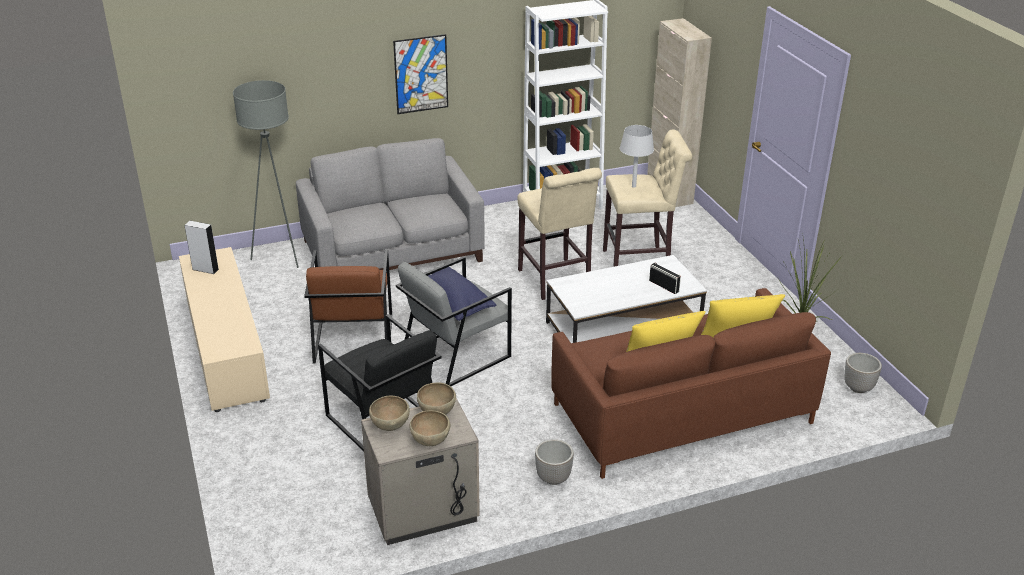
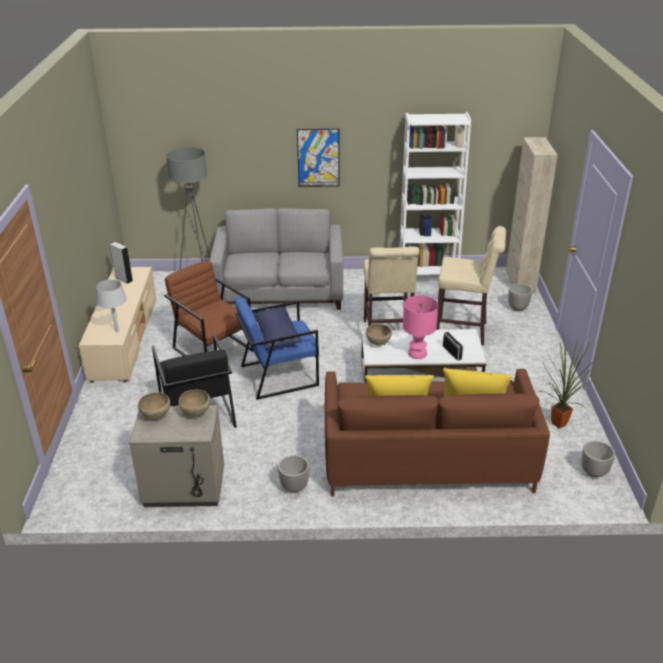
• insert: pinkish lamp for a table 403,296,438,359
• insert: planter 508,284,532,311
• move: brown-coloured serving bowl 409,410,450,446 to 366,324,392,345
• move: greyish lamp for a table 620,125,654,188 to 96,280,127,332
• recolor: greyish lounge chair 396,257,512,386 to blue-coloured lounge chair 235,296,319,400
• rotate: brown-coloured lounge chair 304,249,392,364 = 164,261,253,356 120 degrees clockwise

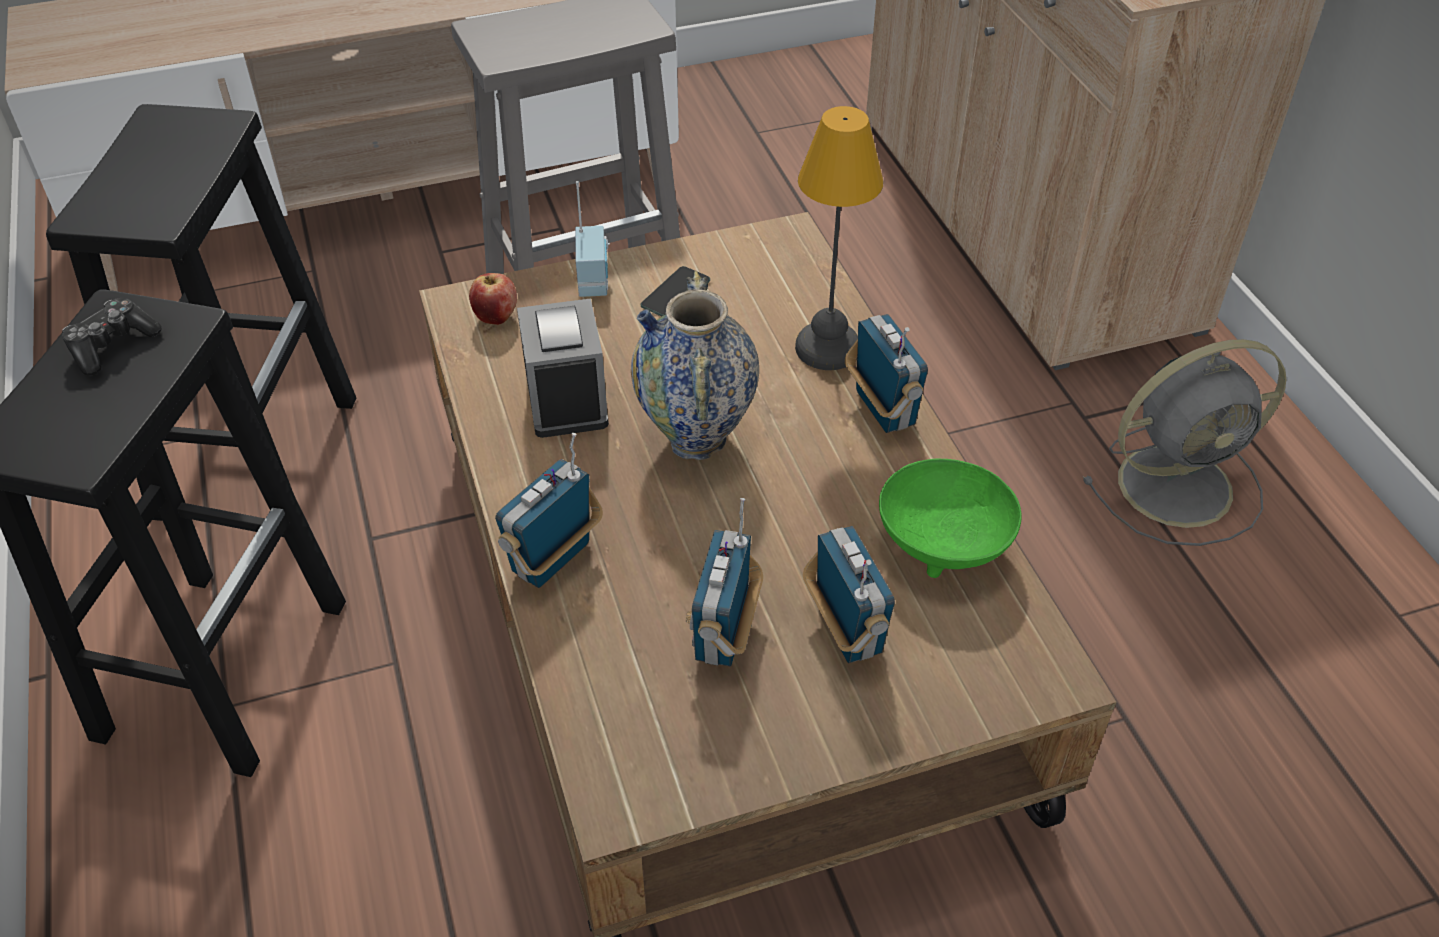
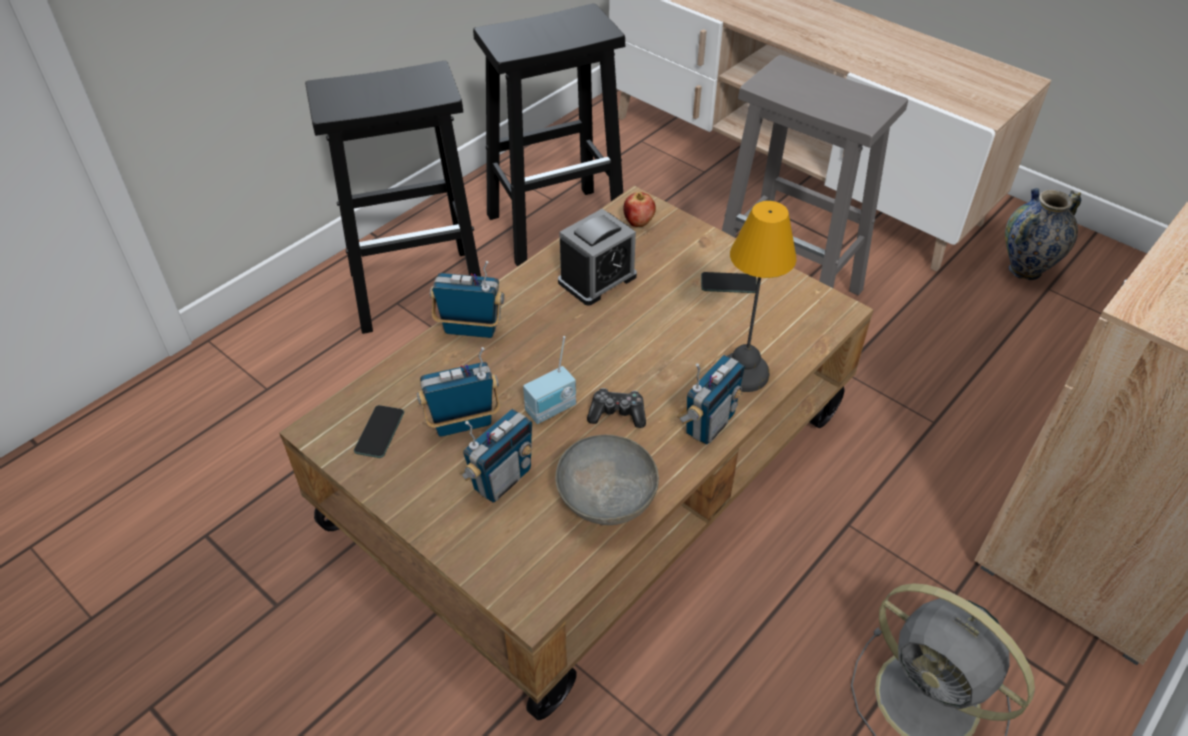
• insert: telephone 354,405,404,458
• move: gamepad 62,298,162,376 to 587,388,646,428
• move: radio set 575,181,610,297 to 523,336,576,424
• move: vase 631,271,759,460 to 1005,188,1081,280
• recolor: green-coloured serving bowl 879,459,1021,578 to greyish serving bowl 555,435,659,525

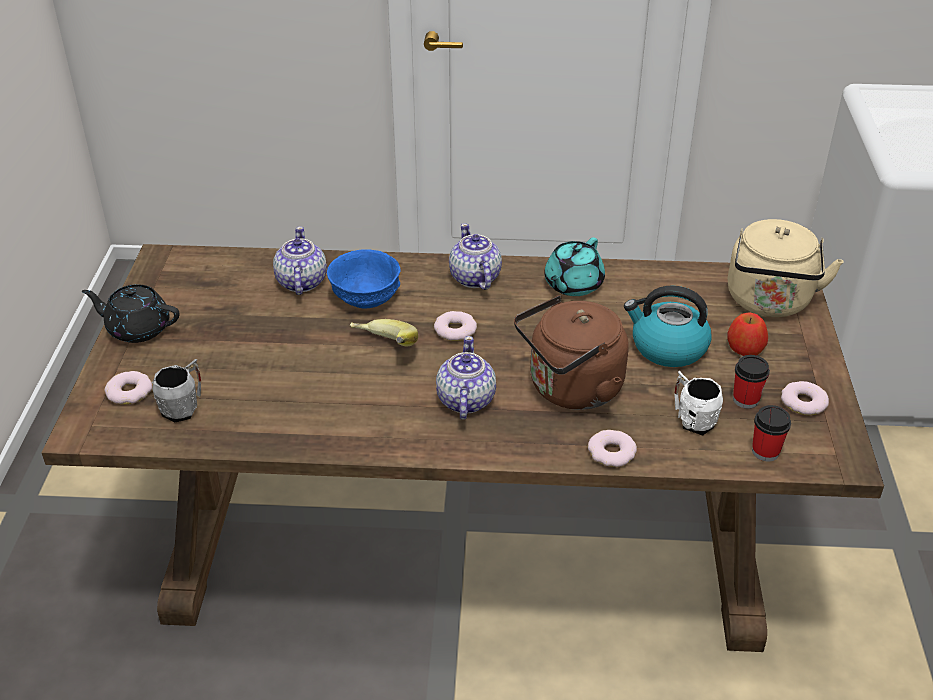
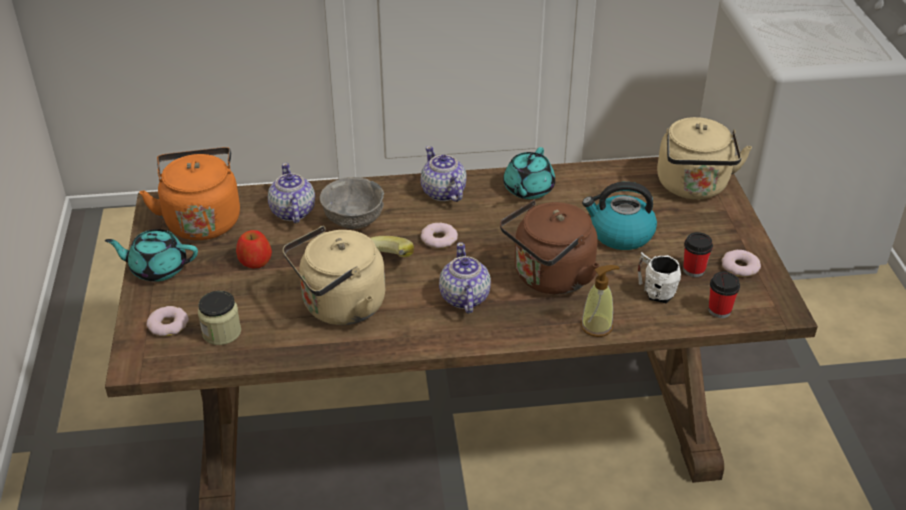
• insert: orange tea kettle 139,147,240,240
• insert: beige-coloured tea kettle 283,226,385,325
• move: whole apple 728,313,768,356 to 236,230,272,269
• replace: greyish tea mug 152,359,201,422 to storage jar 198,291,241,345
• replace: doughnut 588,430,637,467 to soap dispenser 581,265,620,337
• recolor: black tea pot 82,284,179,343 to blue-green tea pot 105,229,198,282
• recolor: blue-coloured serving bowl 327,249,400,309 to greyish serving bowl 319,177,384,229

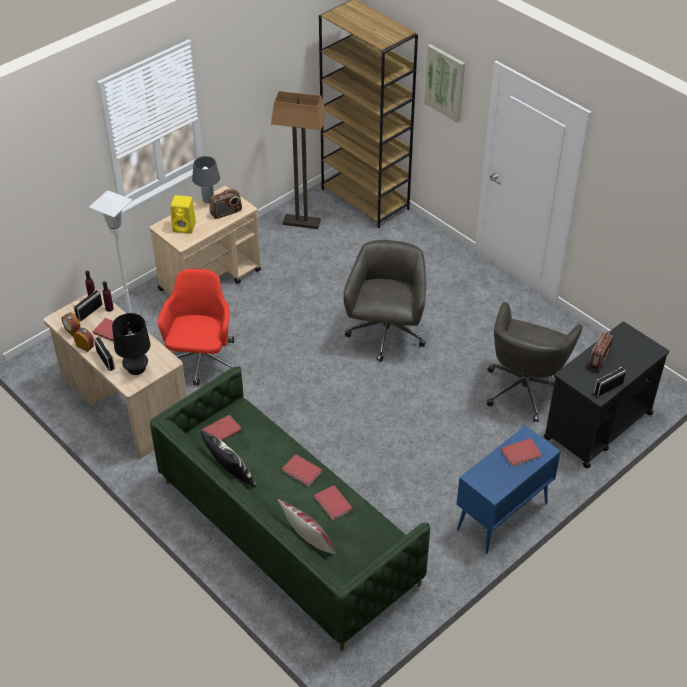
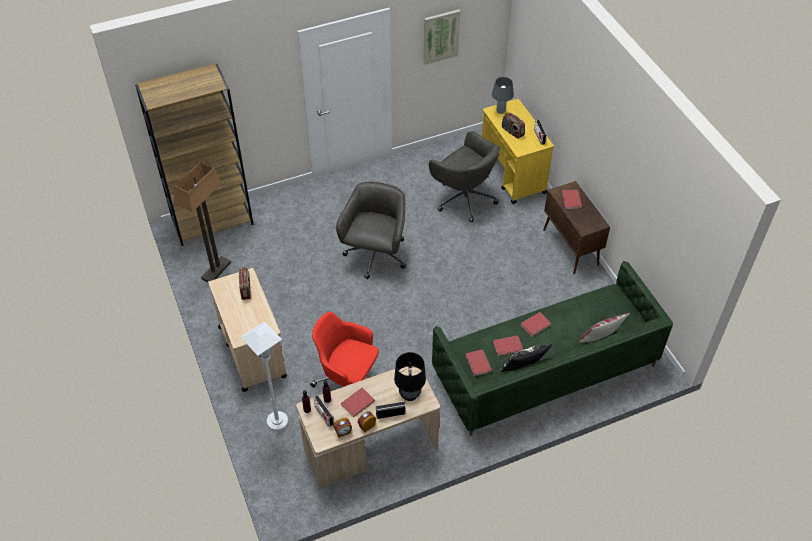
• delete: yellow speaker 170,195,196,234
• move: greyish lamp for a table 192,156,220,203 to 492,77,514,114
• move: reddish bound book 314,485,353,521 to 493,335,523,356
• move: wall picture 424,44,465,123 to 423,9,461,65
• recolor: blue-coloured storage cabinet 456,425,561,554 to brown-coloured storage cabinet 543,181,610,274
• recolor: black cart 544,322,669,468 to yellow cart 482,99,554,204
• rotate: greyish office chair 343,240,426,362 = 336,182,406,279 75 degrees clockwise

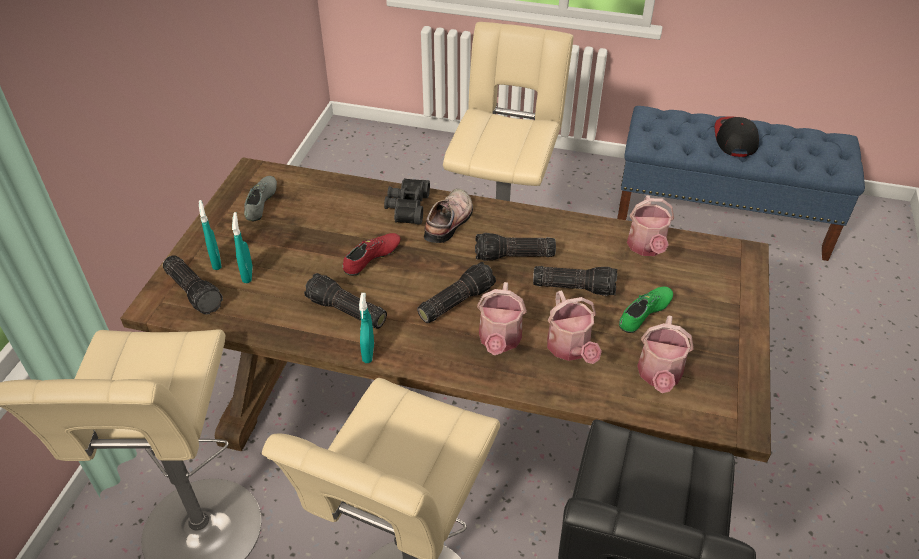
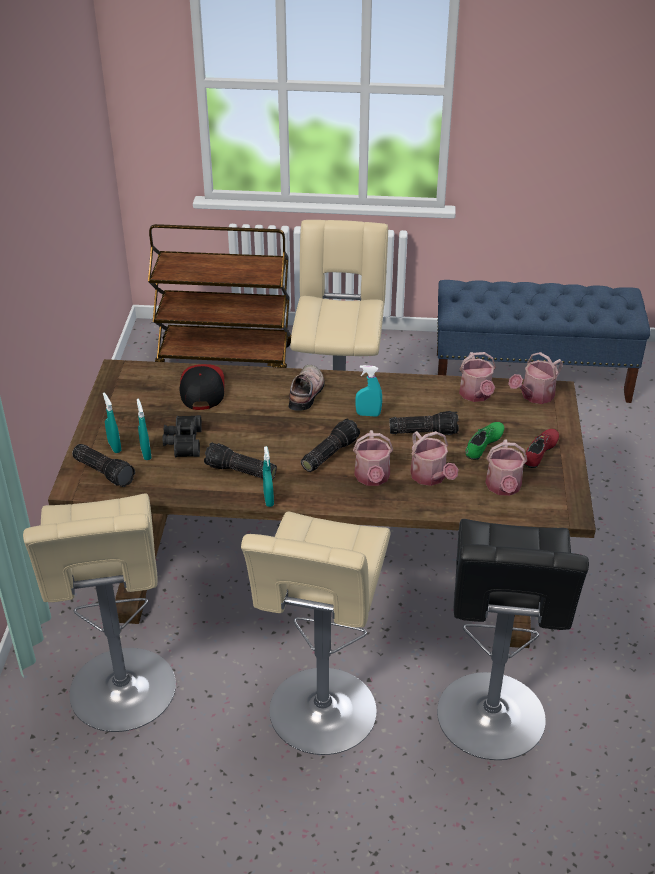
• delete: greyish low shoe 244,176,277,221
• insert: brown-coloured cart 148,224,291,368
• insert: watering can 508,352,563,404
• move: reddish low shoe 342,233,400,276 to 524,429,559,468
• move: black pair of binoculars 384,178,430,225 to 163,415,202,457
• move: peaked cap 715,116,759,157 to 179,364,225,410
• replace: torch 475,233,556,261 to blue-green sprayer 355,365,382,417

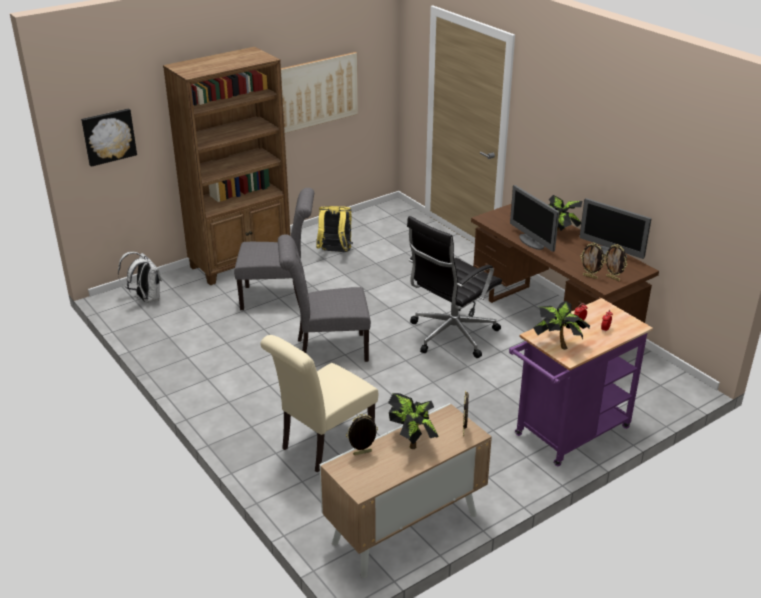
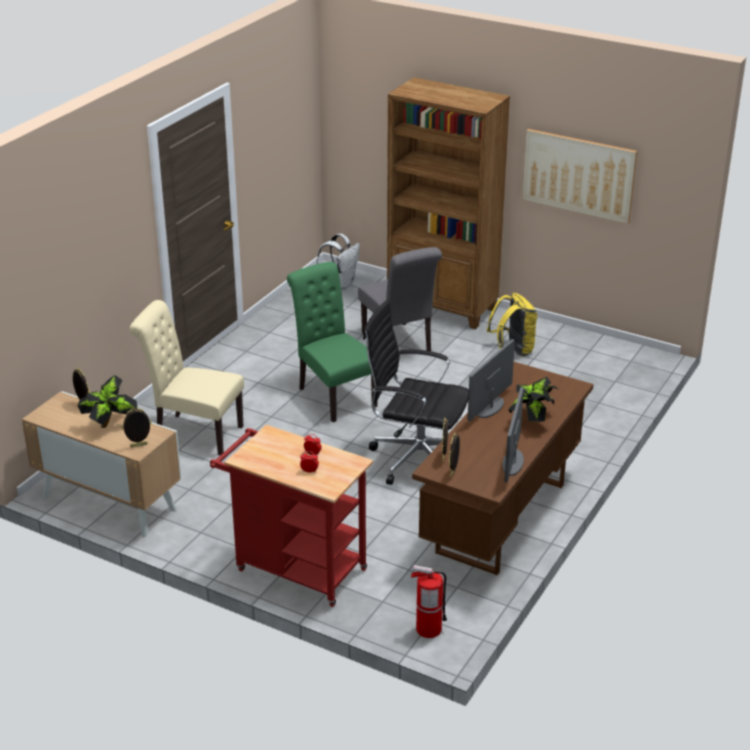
• delete: wall picture 81,108,137,167
• delete: houseplant 534,301,590,350
• insert: extinguisher 411,565,447,638
• recolor: greyish upright chair 278,234,371,362 to green-coloured upright chair 287,262,377,422
• recolor: purple-coloured cart 509,298,653,467 to reddish cart 210,425,373,607

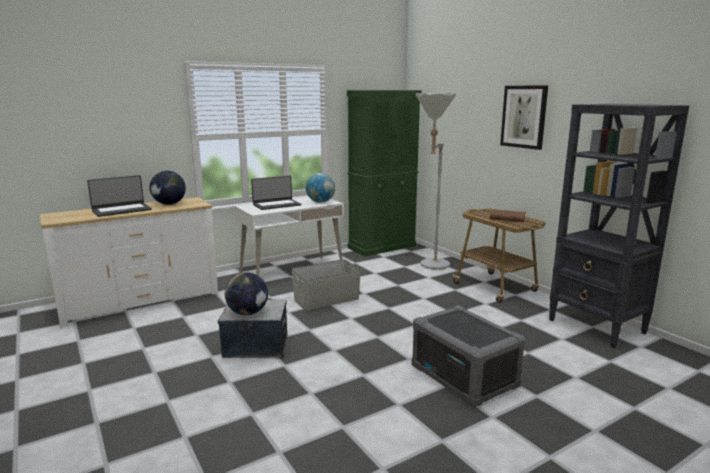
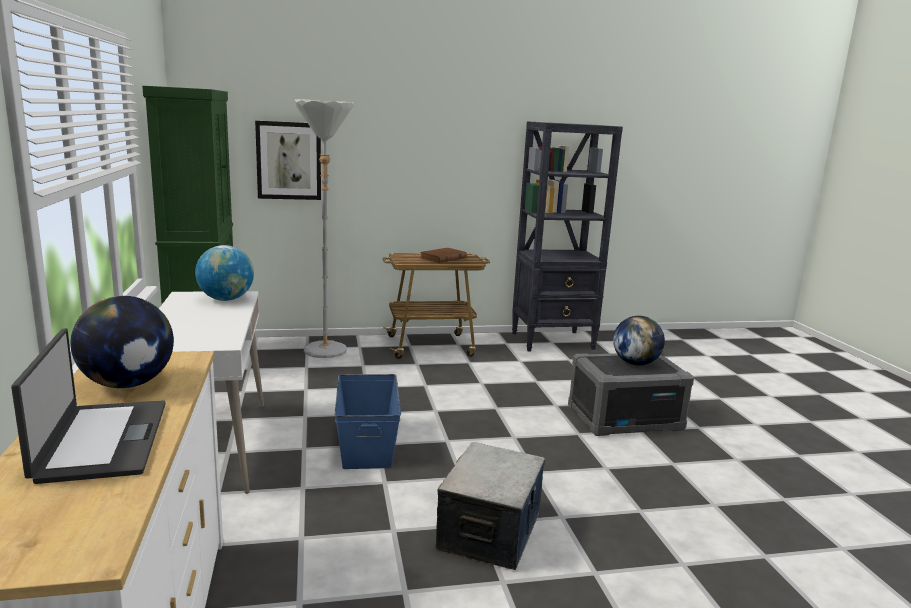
• delete: notebook computer 251,176,301,210
• move: desk globe 225,272,268,315 to 613,316,665,365
• move: wall picture 500,85,548,150 to 255,121,321,200
• recolor: greyish storage box 292,259,361,311 to blue-coloured storage box 334,374,401,469

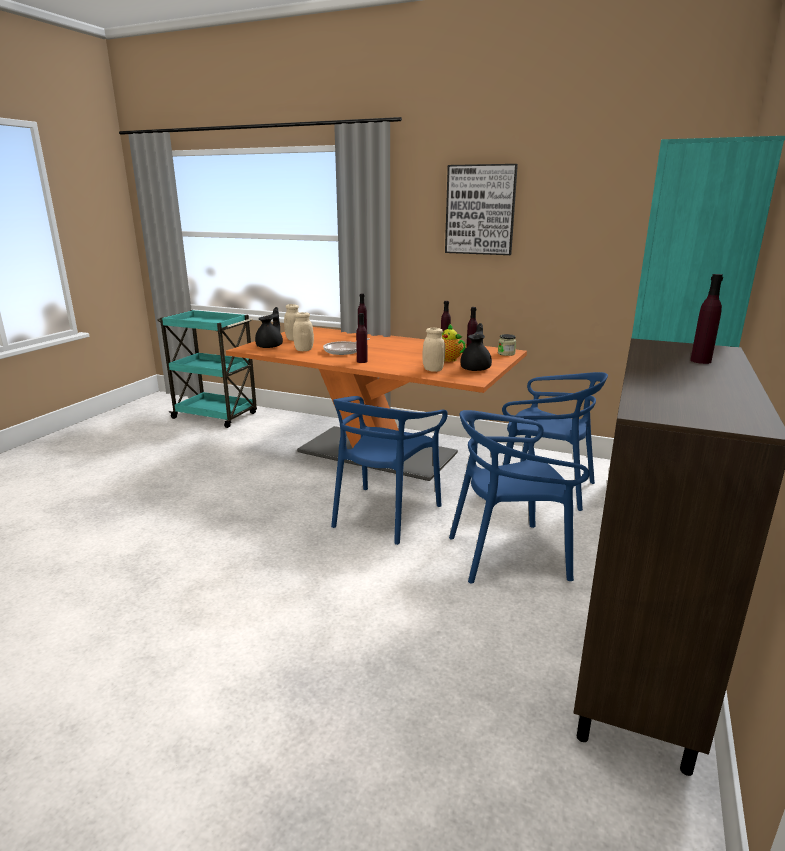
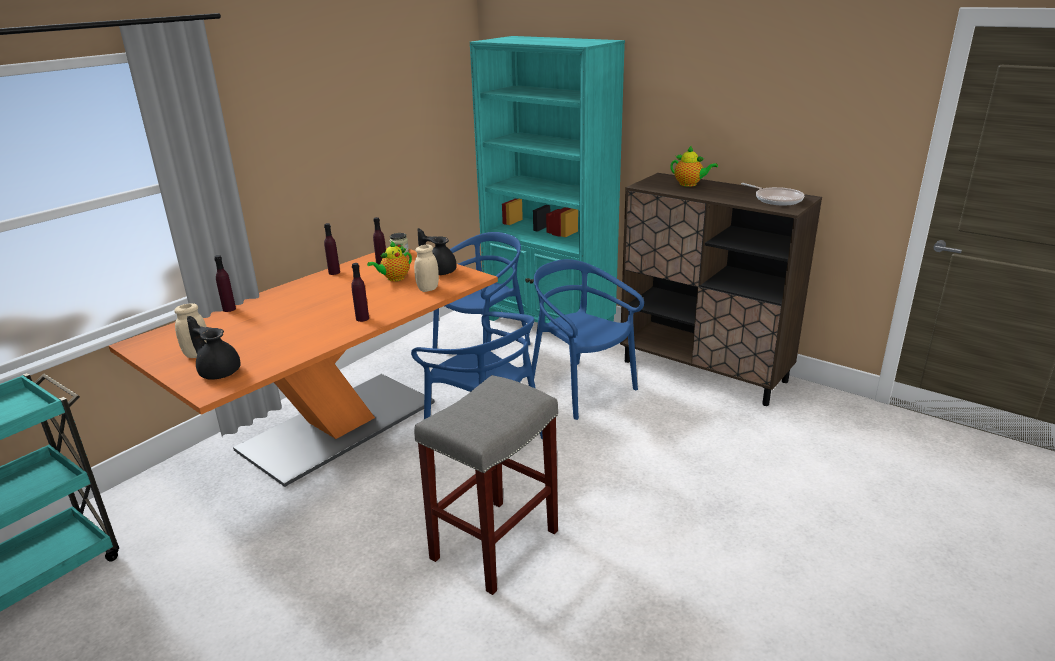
• delete: beige-coloured storage jar 293,312,314,351
• delete: wall picture 445,164,518,255
• insert: greyish sitting stool 414,375,558,595
• move: skillet 323,338,370,355 to 741,183,804,205
• replace: purple-coloured beverage bottle 690,274,723,364 to tea pot 670,146,718,187
• rotate: blue-coloured upright chair 449,410,590,583 = 532,259,644,420 135 degrees clockwise

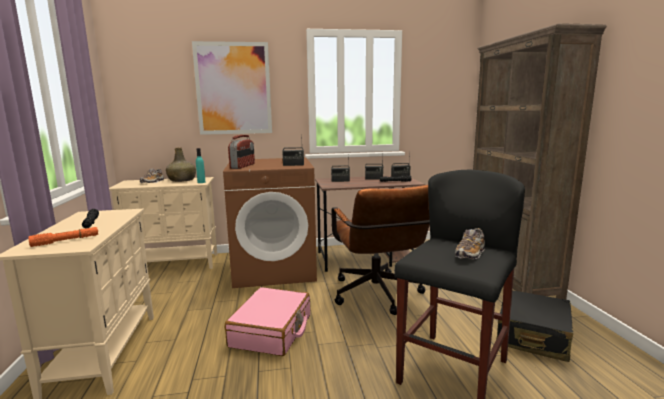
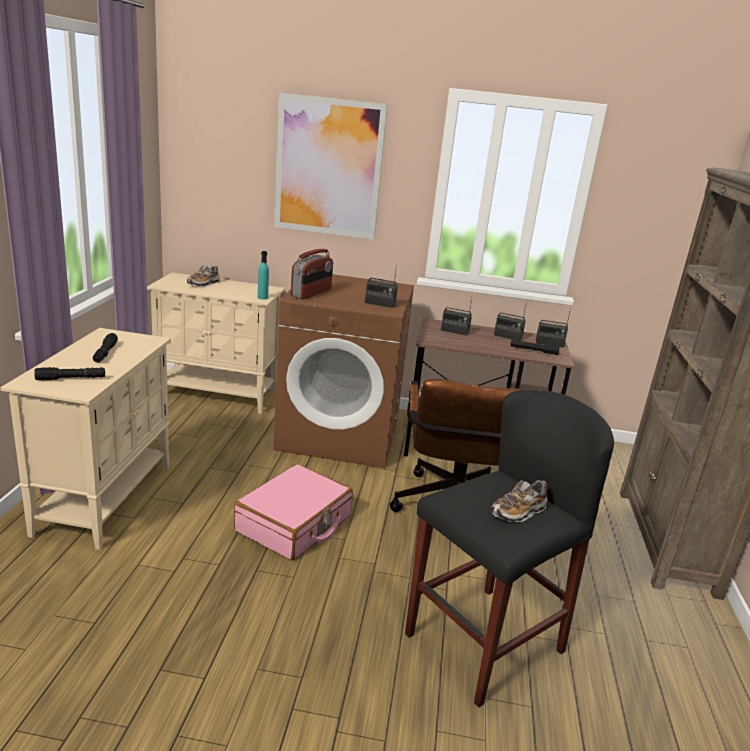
• delete: green-coloured beverage bottle 166,147,196,182
• delete: black piece of luggage 496,290,573,362
• recolor: orange torch 28,227,98,247 to black torch 34,367,105,380

